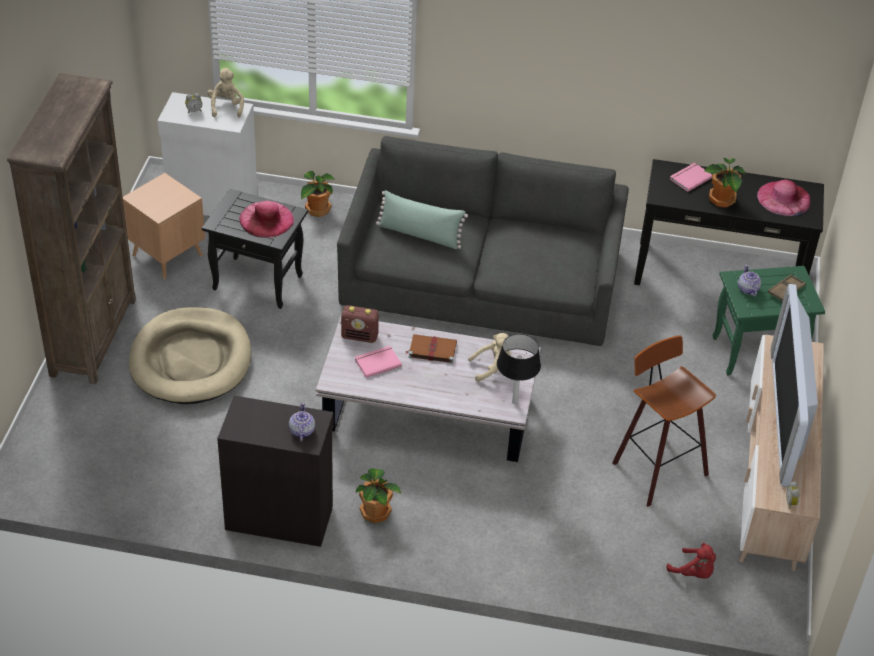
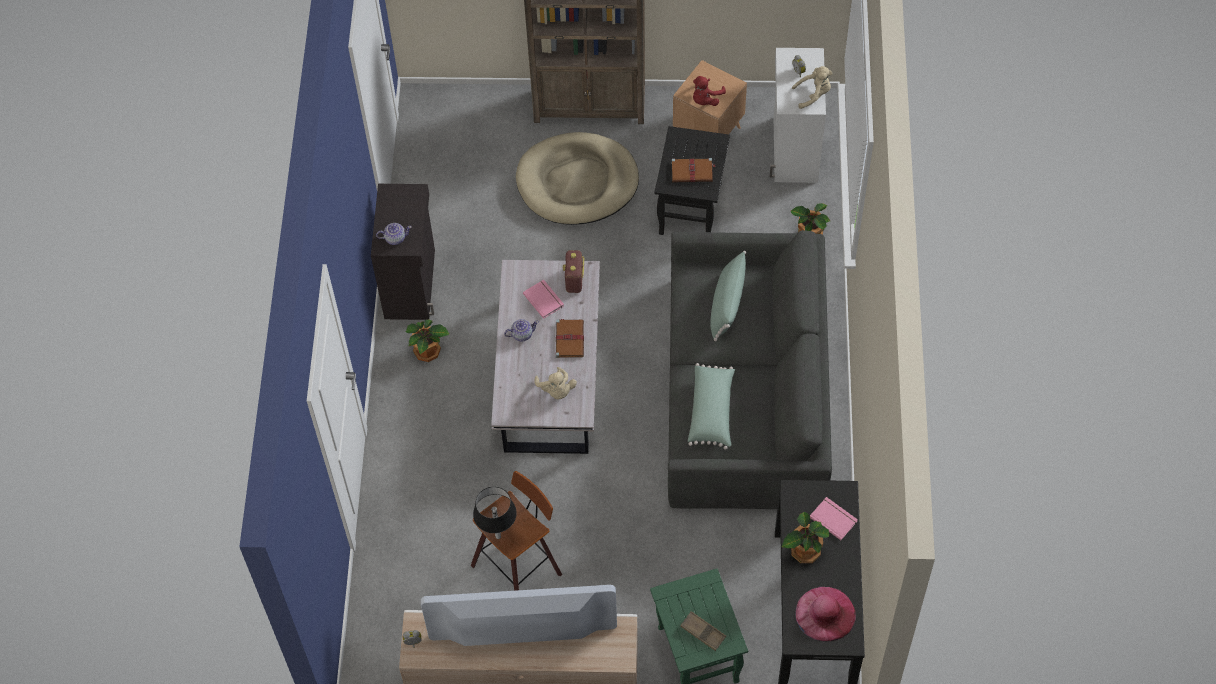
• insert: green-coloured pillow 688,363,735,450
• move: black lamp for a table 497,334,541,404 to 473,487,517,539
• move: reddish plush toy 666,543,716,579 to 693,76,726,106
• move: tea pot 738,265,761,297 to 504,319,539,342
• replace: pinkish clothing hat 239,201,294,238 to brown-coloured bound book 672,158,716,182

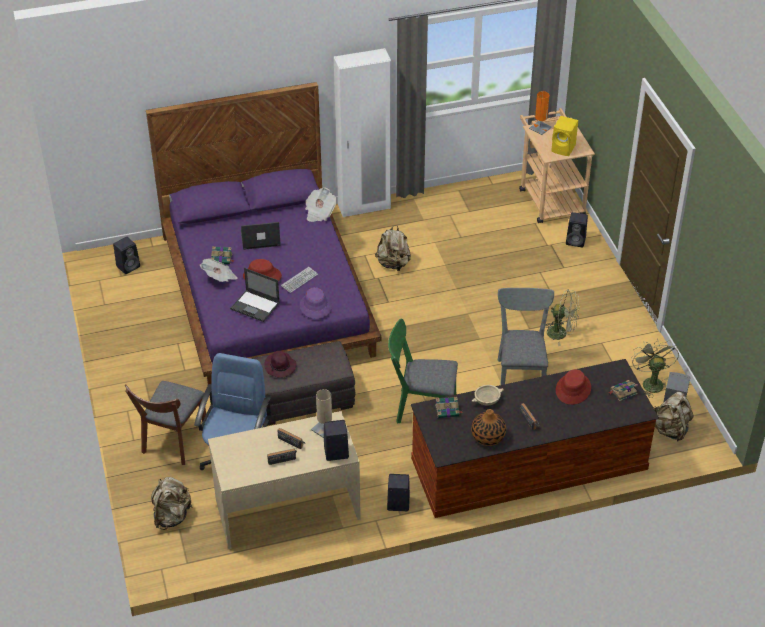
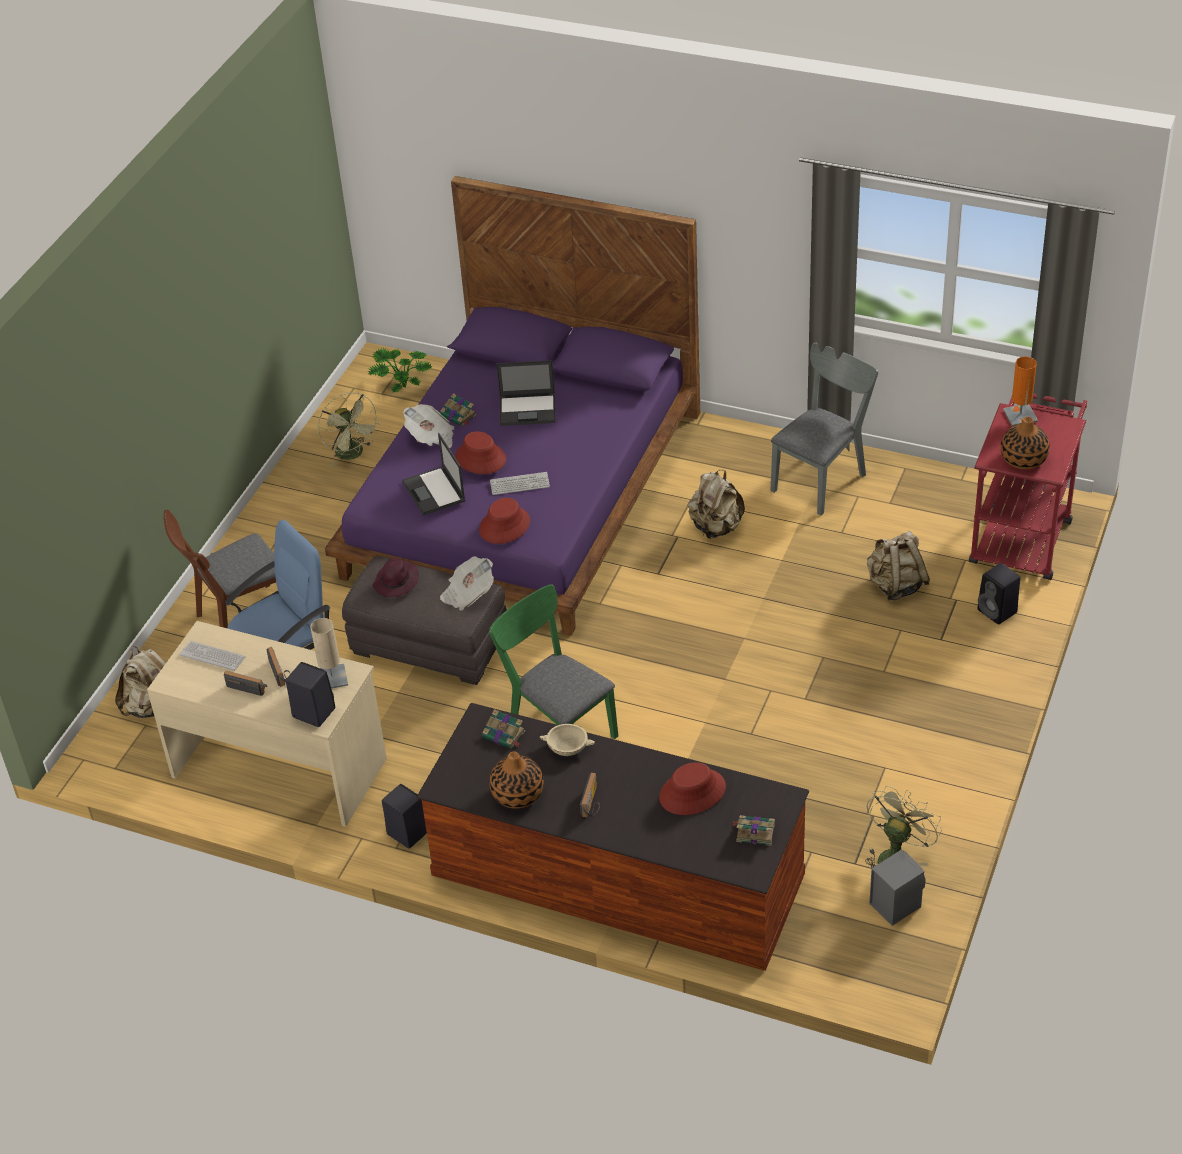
• delete: white wardrobe 334,48,391,217
• insert: PC keyboard 179,641,246,671
• move: daily paper 305,188,337,222 to 440,556,494,611
• move: greyish upright chair 498,288,554,385 to 770,343,878,515
• move: green-coloured cooling fan 545,289,580,346 to 318,392,380,466
• move: beige-coloured knapsack 654,392,694,442 to 867,531,930,601
• replace: black speaker 113,237,140,274 to houseplant 367,347,432,393
• replace: yellow speaker 551,116,578,156 to vase 1001,417,1050,469
• recolor: purple-coloured clothing hat 300,287,332,319 to reddish clothing hat 479,498,530,544
• recolor: beige-coloured cart 519,108,595,223 to reddish cart 969,394,1087,580
• rotate: notebook computer 241,222,281,250 = 496,360,556,426 150 degrees clockwise

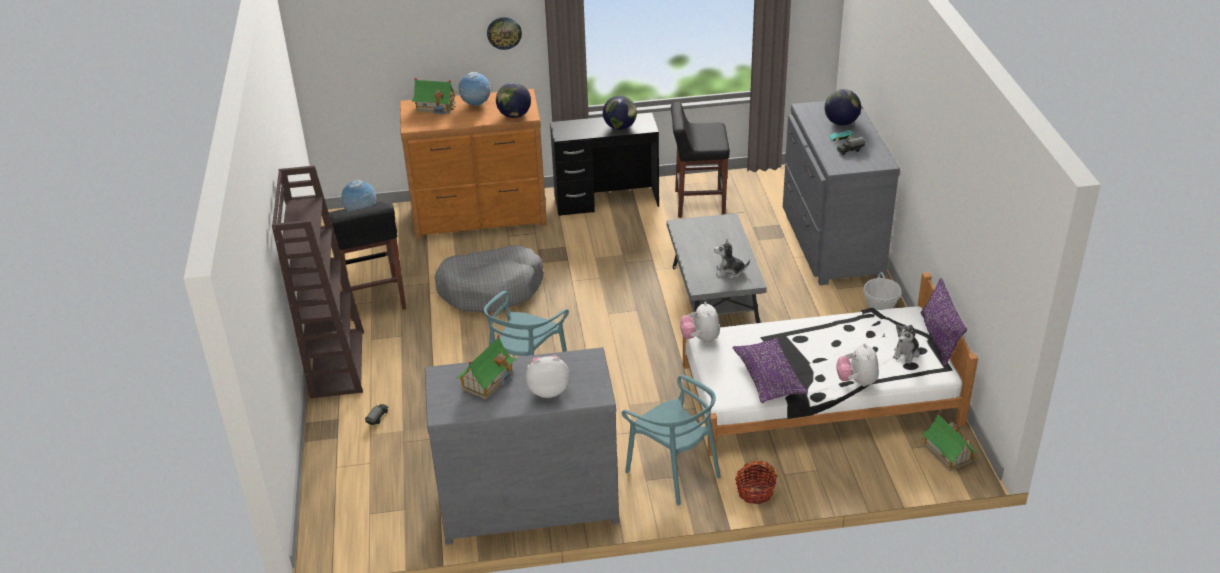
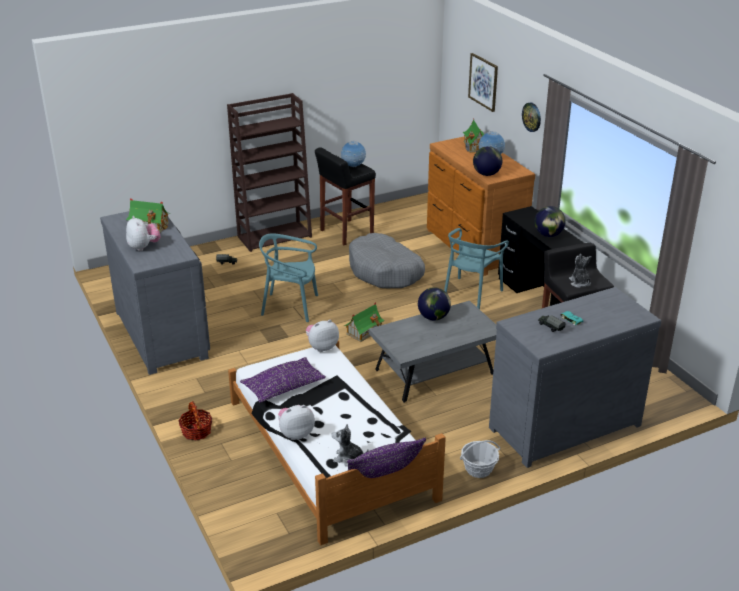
• insert: wall picture 468,53,498,112
• move: blue-green upright chair 622,375,720,506 to 444,228,509,309
• move: plush toy 714,239,750,279 to 569,254,592,288
• move: desk globe 825,89,861,126 to 418,287,451,320
• move: miniature house 921,412,978,471 to 344,302,385,342

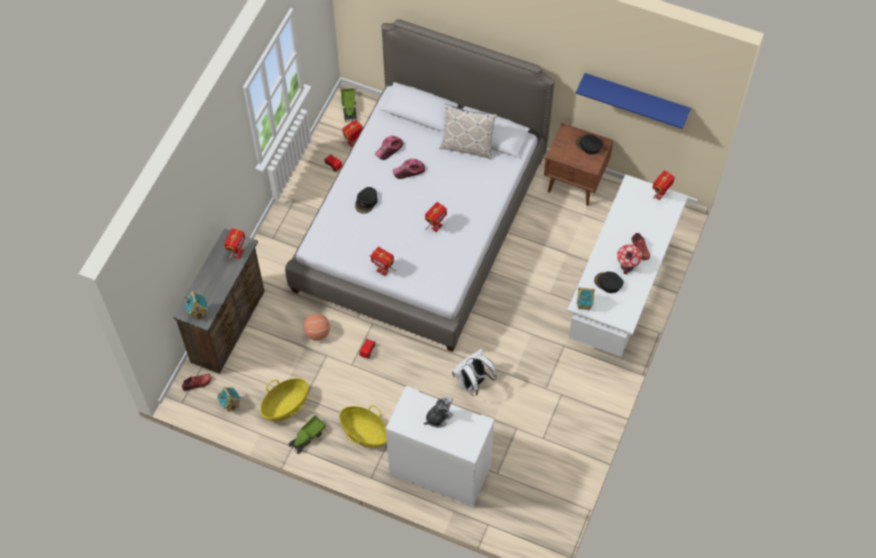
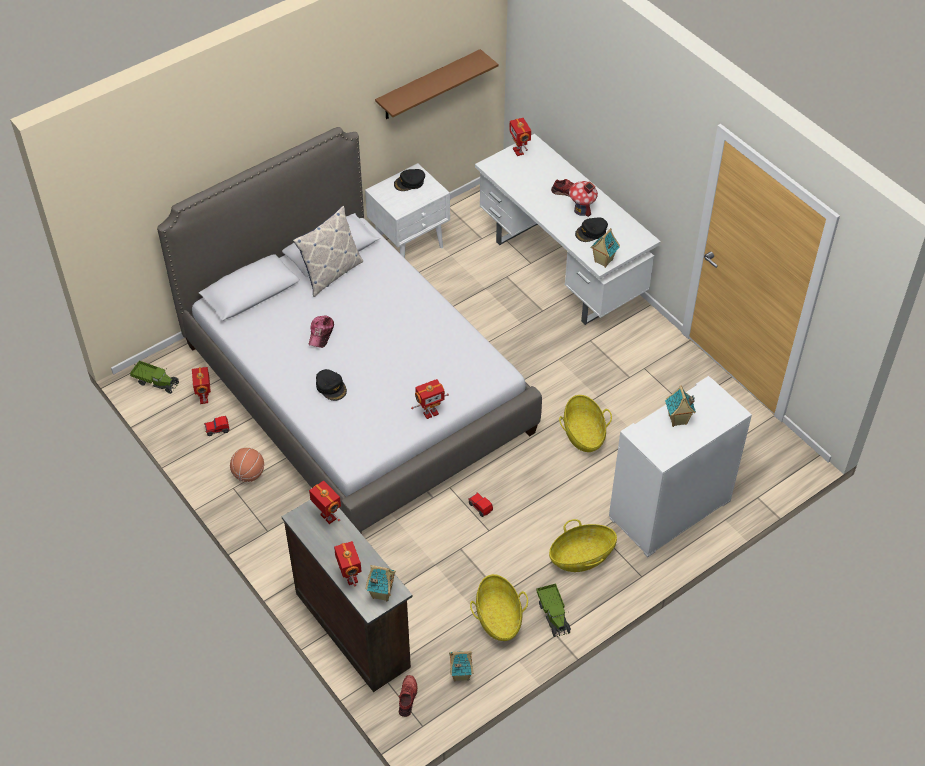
• delete: peaked cap 375,136,404,160
• move: basketball 304,314,330,341 to 230,448,264,482
• move: toy robot 425,202,447,232 to 334,541,362,586
• replace: plush toy 424,397,453,428 to miniature house 665,385,696,427
• replace: white knapsack 452,348,497,396 to storage basket 559,395,612,452
• recolor: brown-coloured nightstand 544,123,613,206 to white nightstand 365,163,450,258
• recolor: blue-coloured bracket shelf 576,73,691,129 to brown-coloured bracket shelf 375,49,498,119

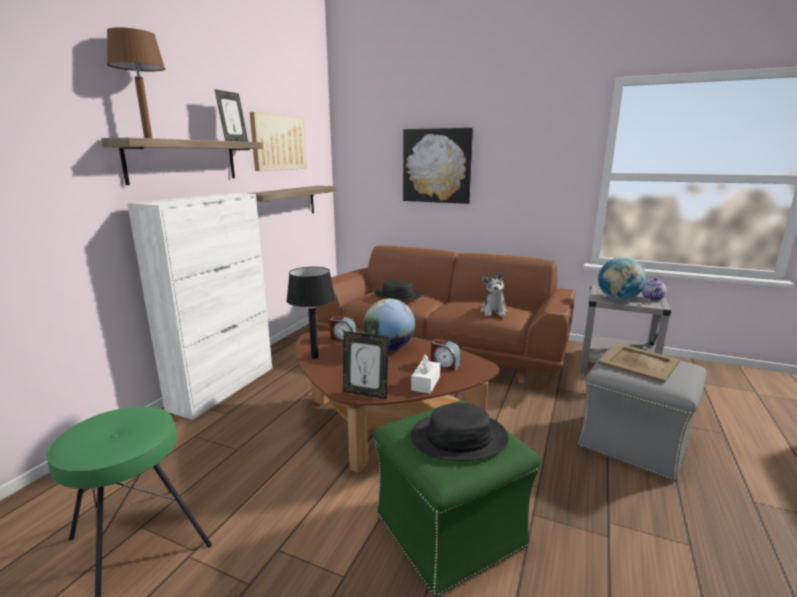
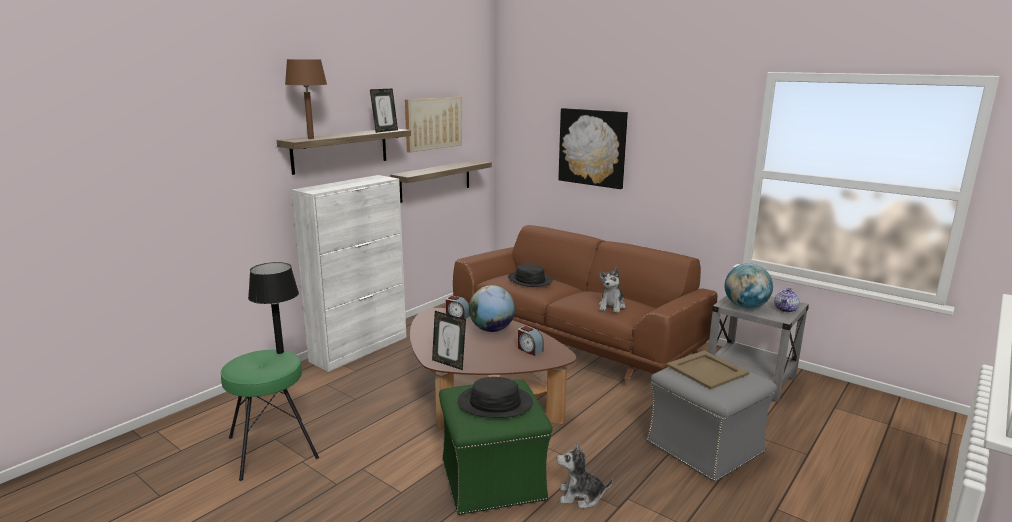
• delete: white box of tissues 411,355,440,394
• insert: plush toy 557,442,613,509
• move: black lamp for a table 286,267,336,359 to 248,262,299,354

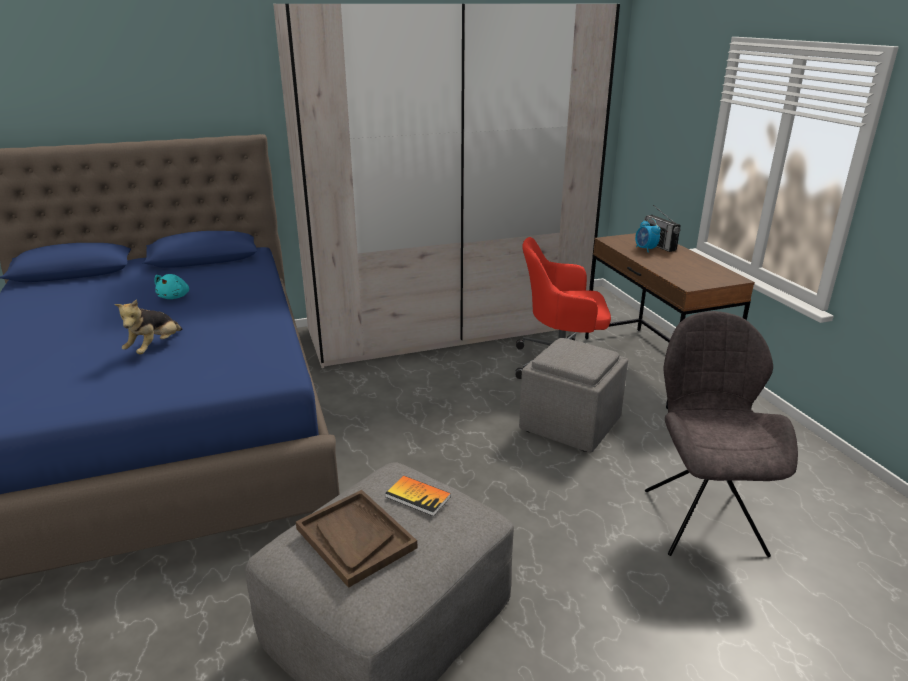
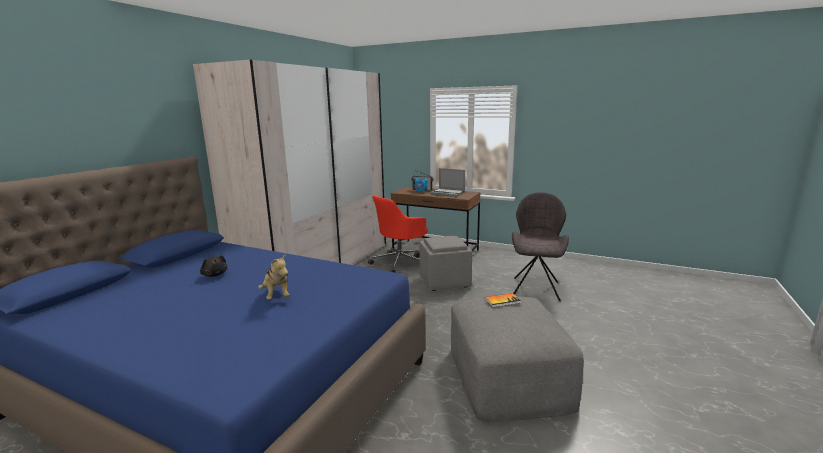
• delete: brown-coloured tray 296,490,417,588
• insert: notebook computer 430,168,465,197
• recolor: blue-green plush toy 154,274,189,299 to black plush toy 200,255,227,277
• rotate: greyish upright chair 645,311,798,557 = 512,192,569,301 60 degrees clockwise

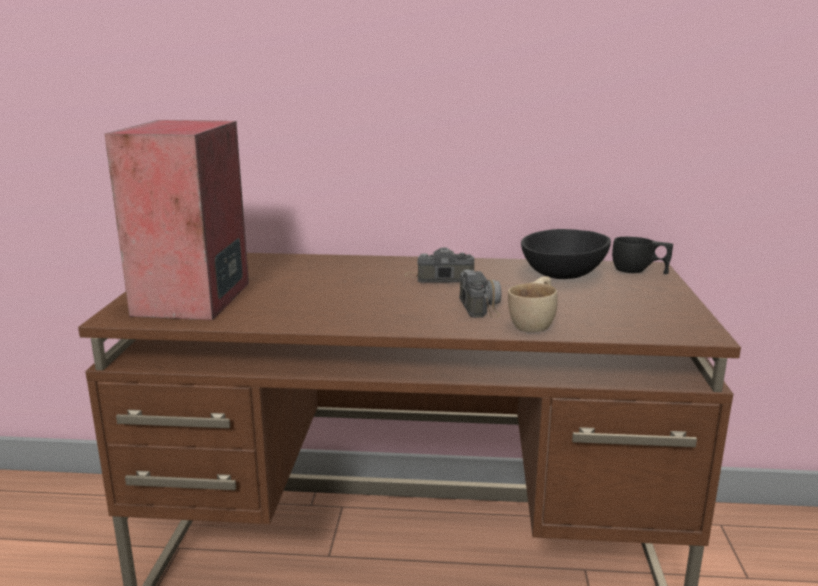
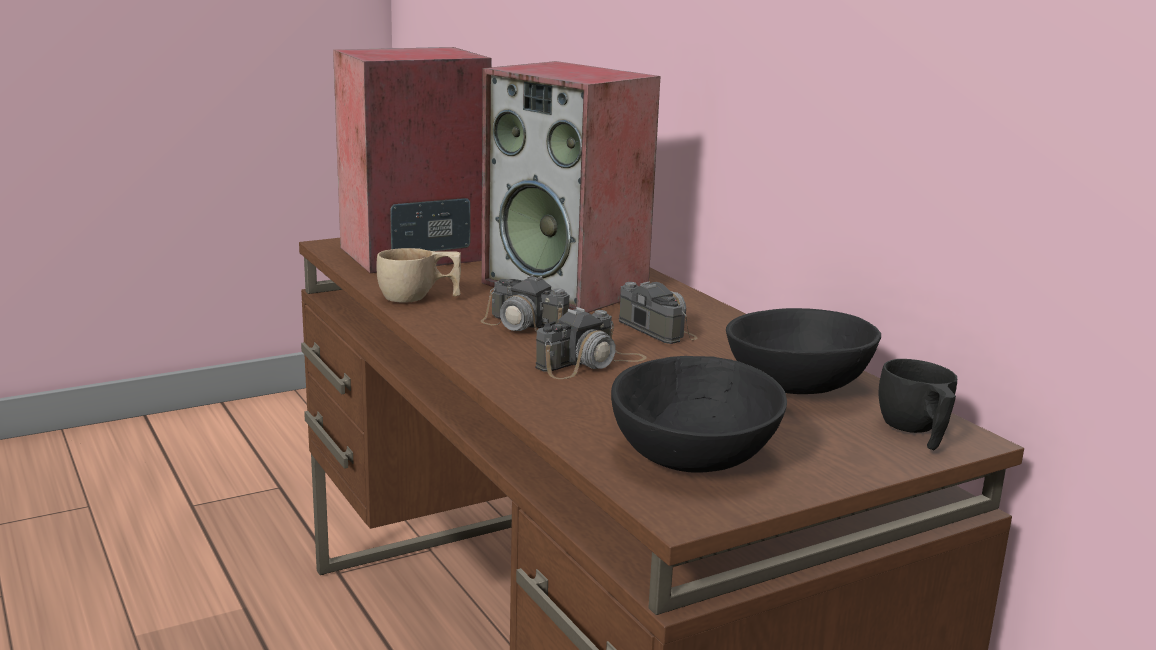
• insert: speaker 481,61,660,313
• insert: still camera 481,274,569,332
• insert: black serving bowl 611,356,787,473
• move: beige-coloured drinking cup 508,276,558,332 to 376,248,461,303

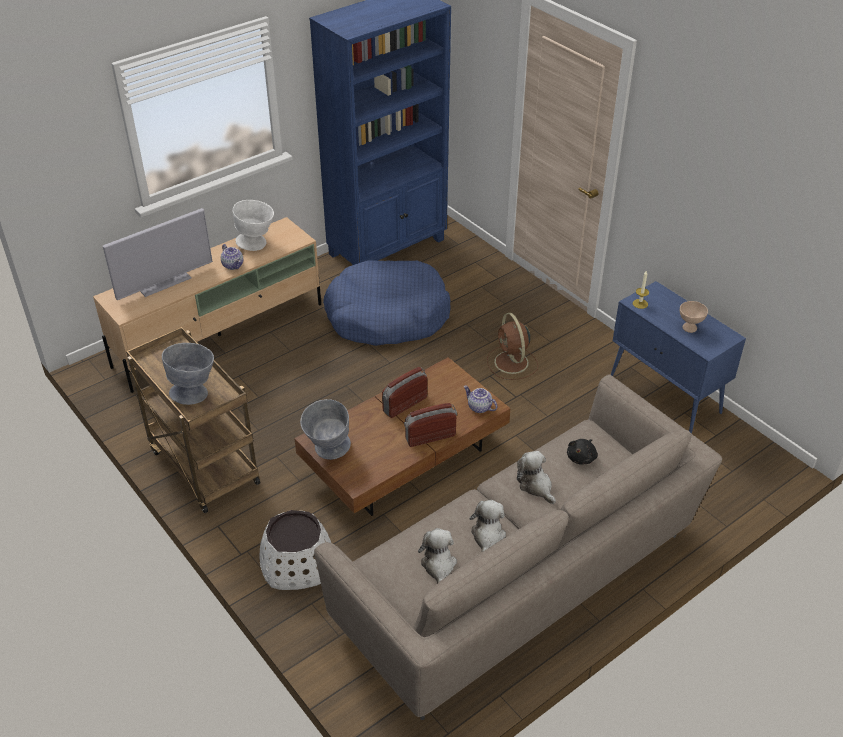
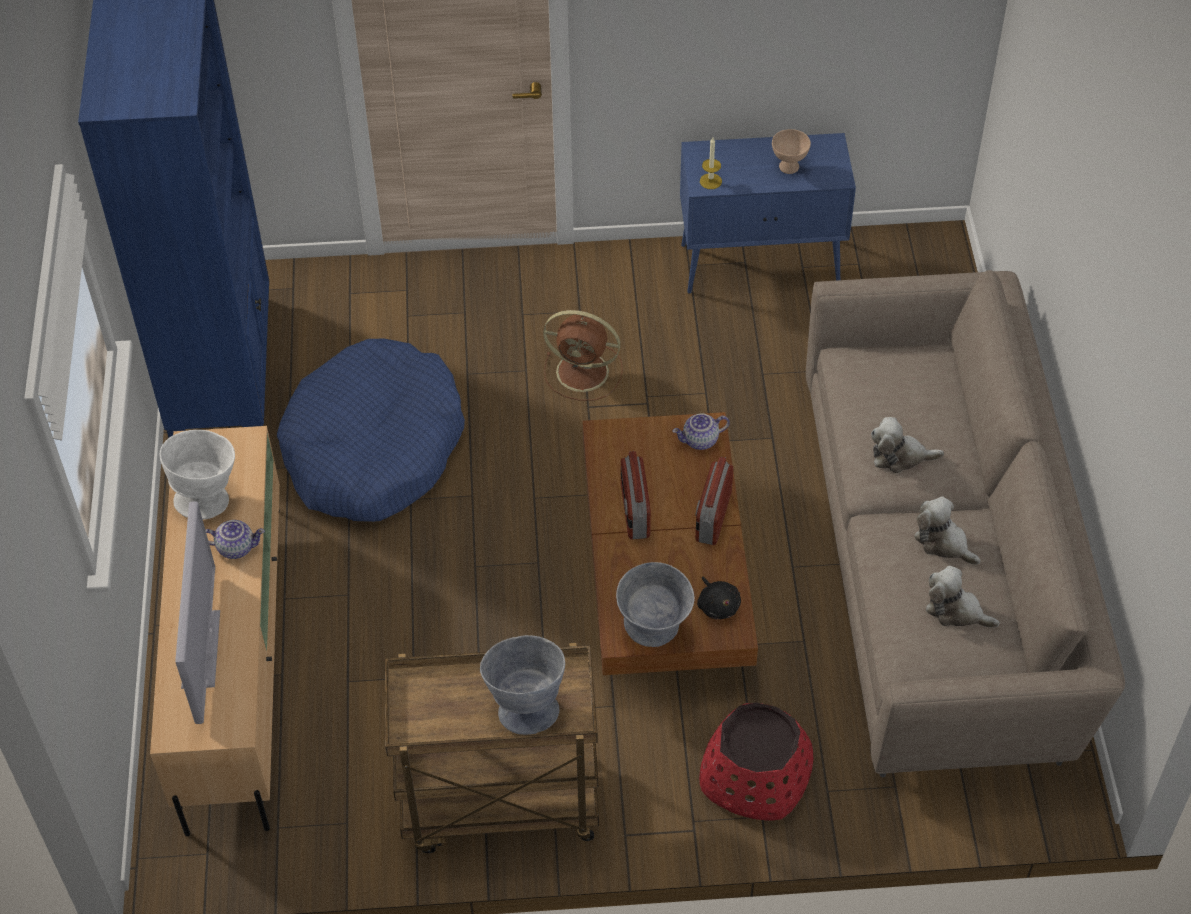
• move: black plush toy 567,439,598,465 to 697,577,741,619
• recolor: white planter 259,510,331,590 to reddish planter 699,703,814,821

